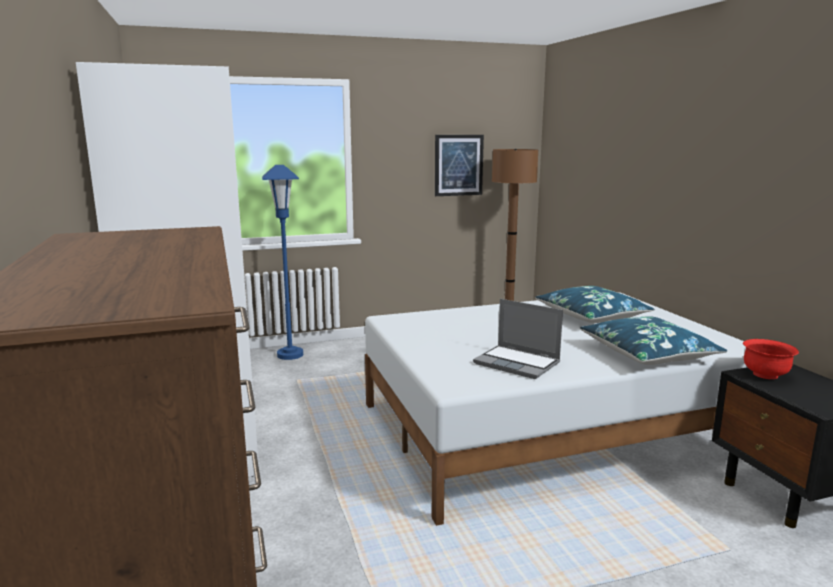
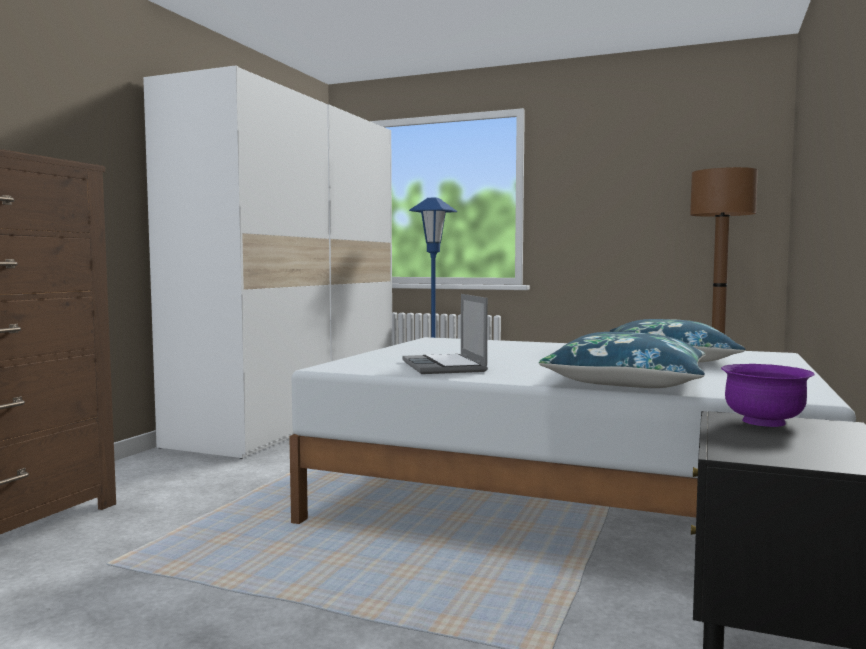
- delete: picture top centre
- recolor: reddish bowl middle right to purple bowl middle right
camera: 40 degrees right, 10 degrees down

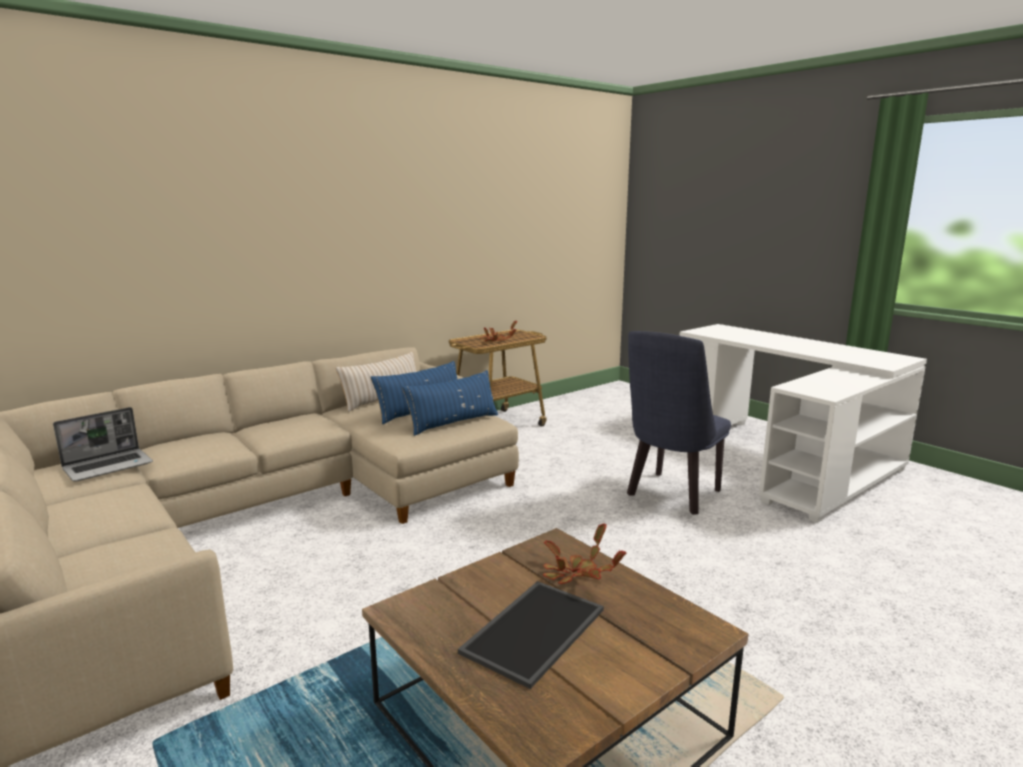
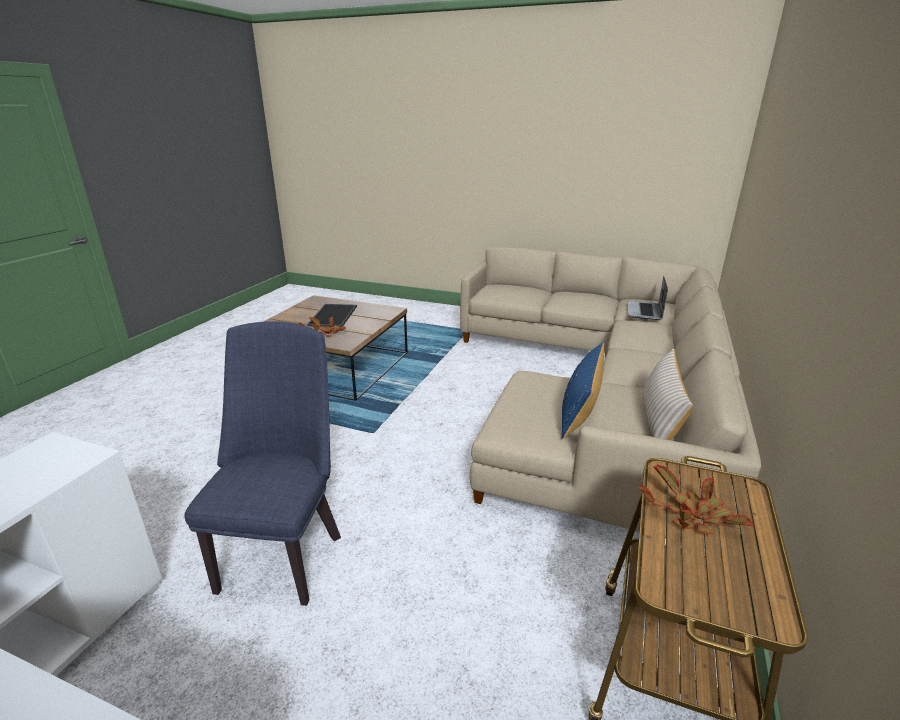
- delete: blue-coloured throw pillow (2nd from left) centre
camera: 150 degrees right, 10 degrees up

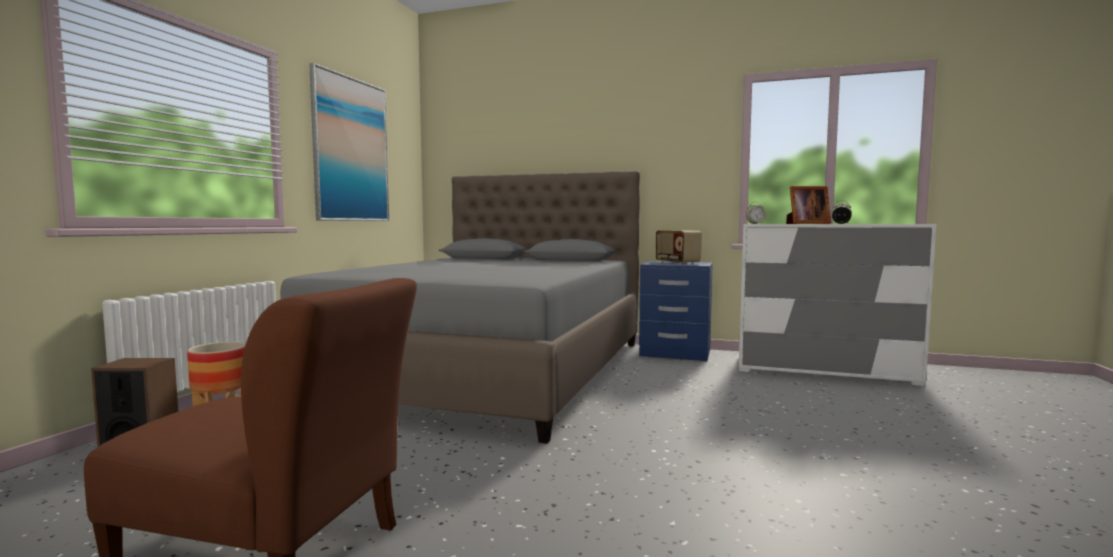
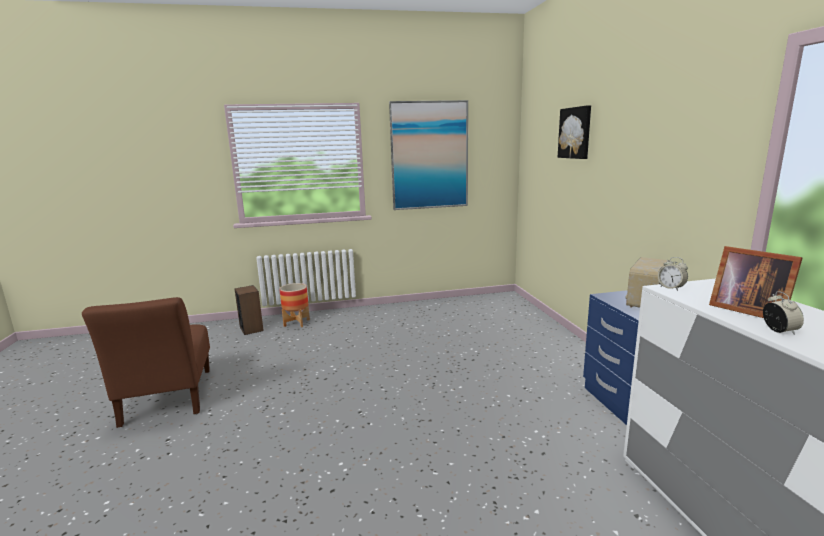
- delete: gray sleeping bed centre
- insert: picture (2nd from left) top right
camera: 60 degrees right, 10 degrees up

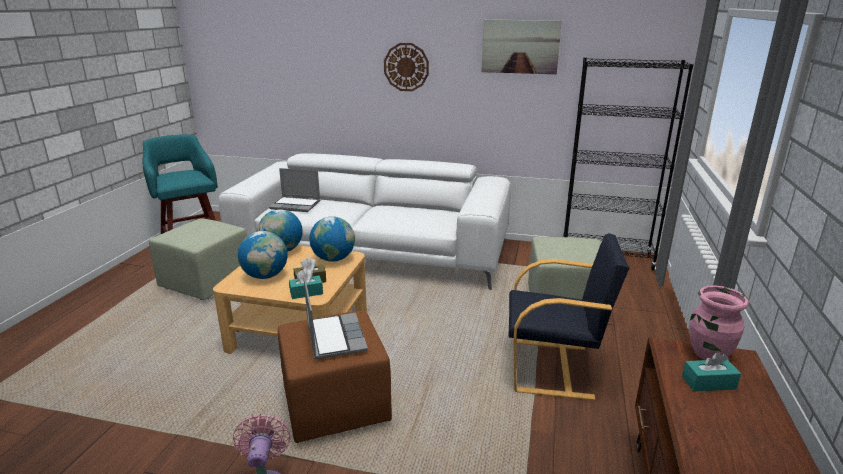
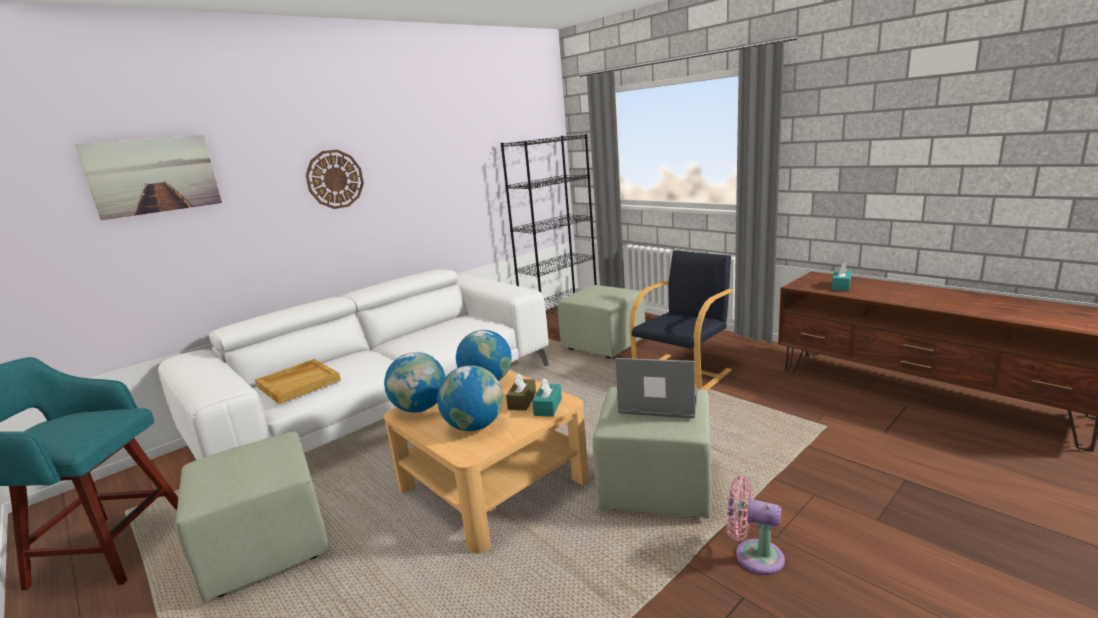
- replace: laptop (1st from left) centre to sand-coloured tray middle left
- recolor: brownish footrest bottom centre to green footrest (3rd from left) bottom centre
- move: picture top centre to top left
- delete: pinkish vase bottom right
camera: 55 degrees left, 5 degrees down

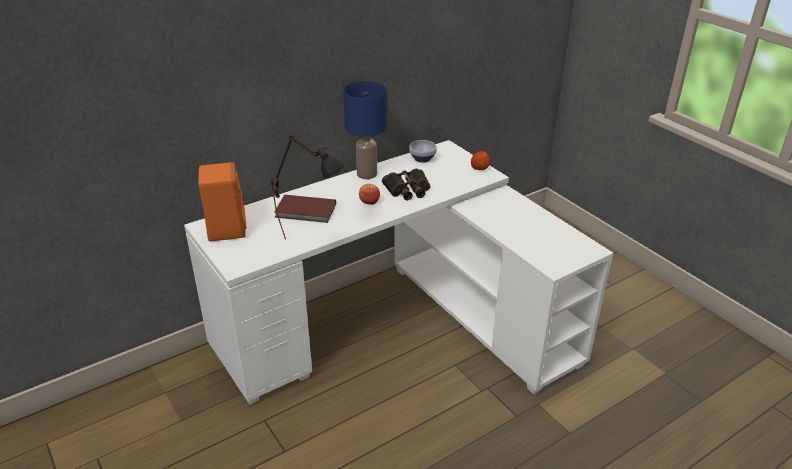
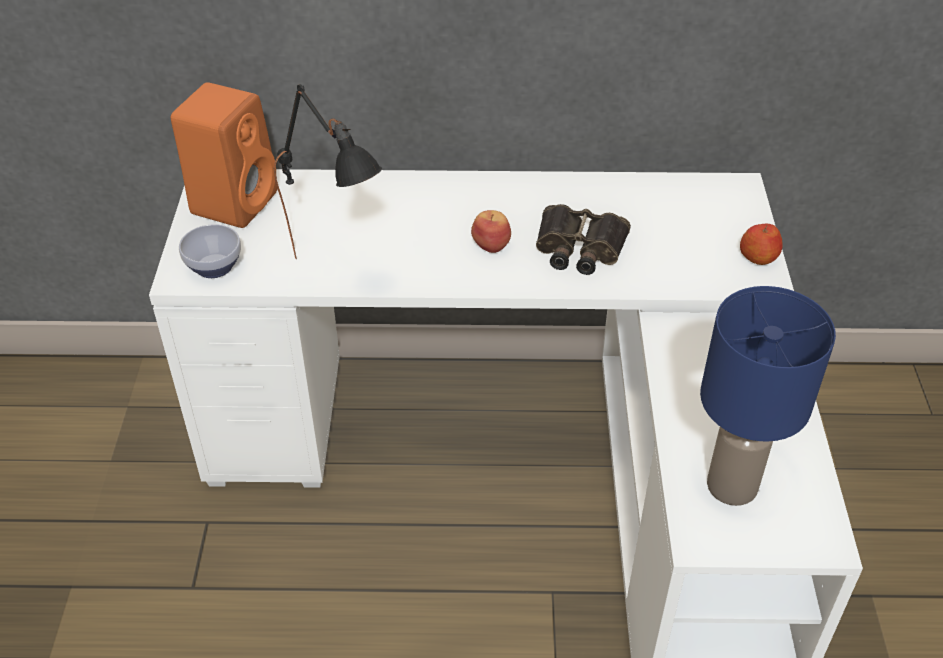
- delete: brownish book centre
- move: blue-coloured table lamp top centre to middle right
- move: bowl top centre to middle left
camera: 35 degrees right, 10 degrees up

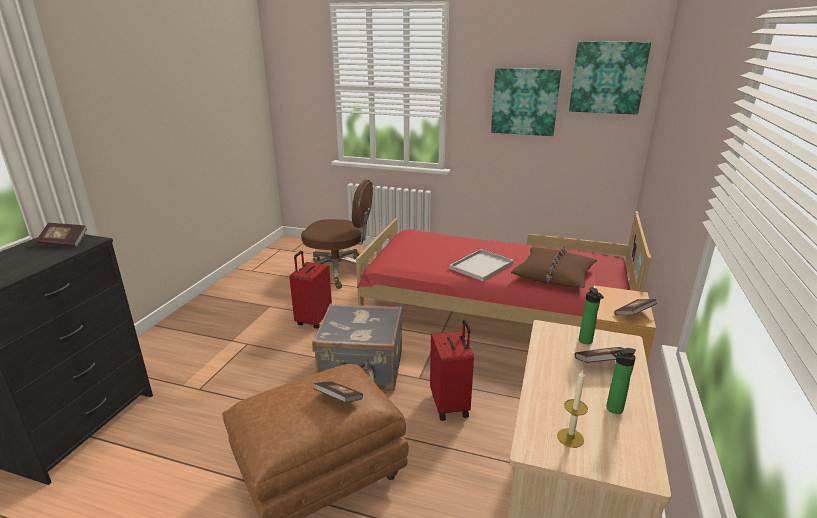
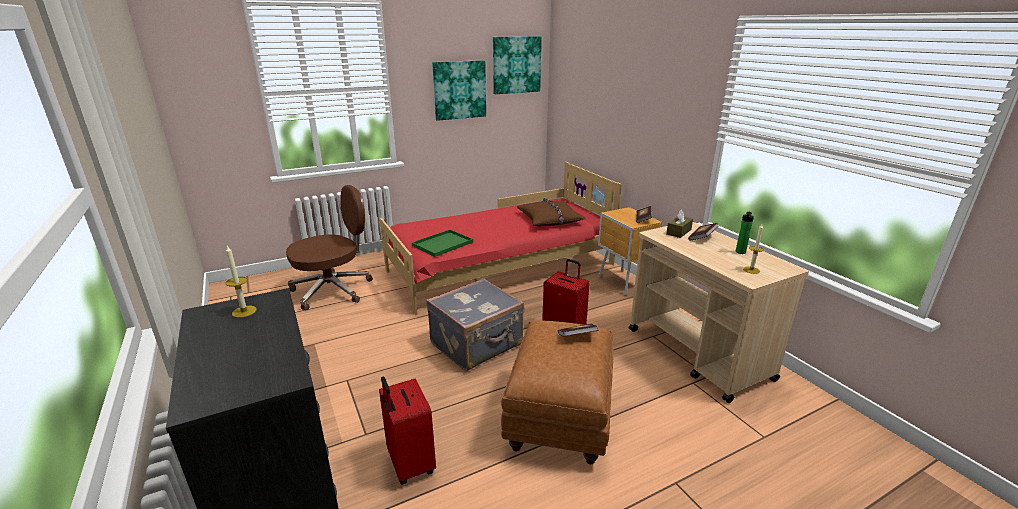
- replace: book (1st from left) middle left to wax light (1st from left) middle left
- move: reddish piece of luggage (1st from left) centre to bottom centre
- delete: white tray centre
- replace: drink bottle (1st from left) middle right to brownish tissue holder middle right
- insert: green tray centre
camera: 45 degrees left, 0 degrees up

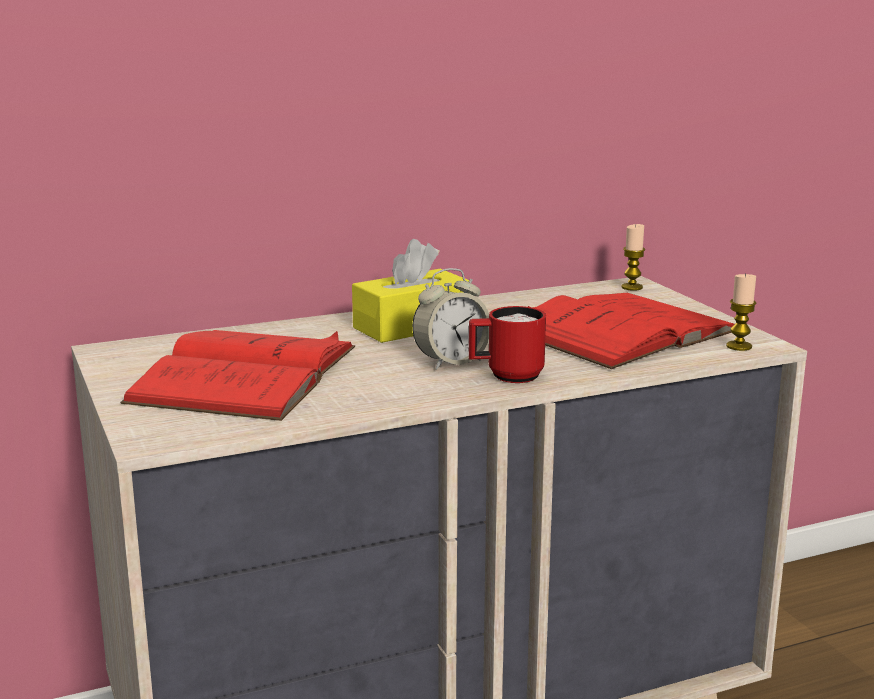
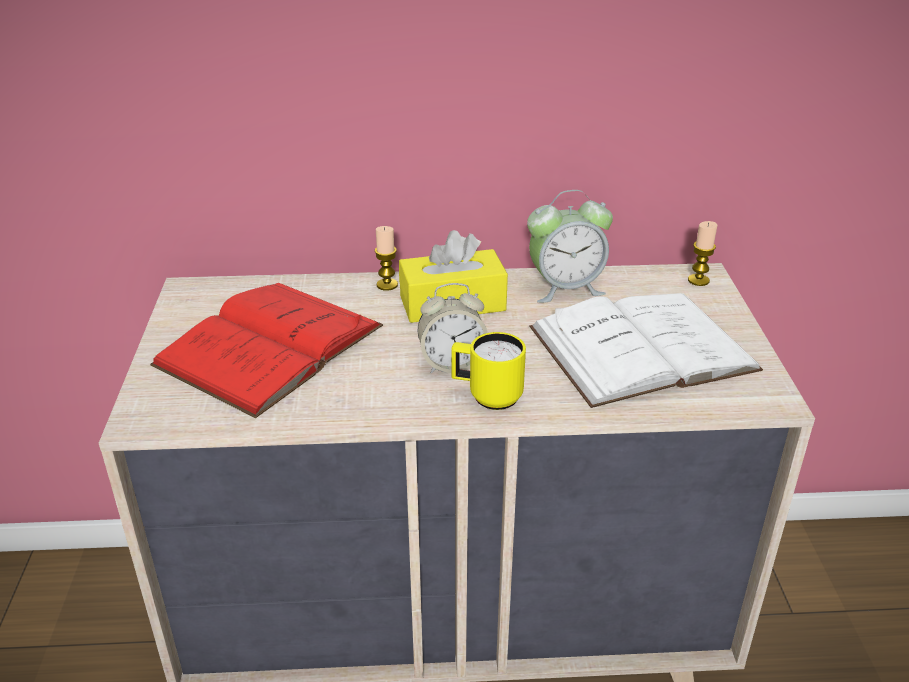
- recolor: reddish coffee mug centre to yellow coffee mug centre
- recolor: reddish book (2nd from left) middle right to white book middle right
- move: wax light (2nd from left in the first image) middle right to wax light (1st from left) centre
- insert: bedside clock (2nd from left) centre
camera: 20 degrees right, 15 degrees up

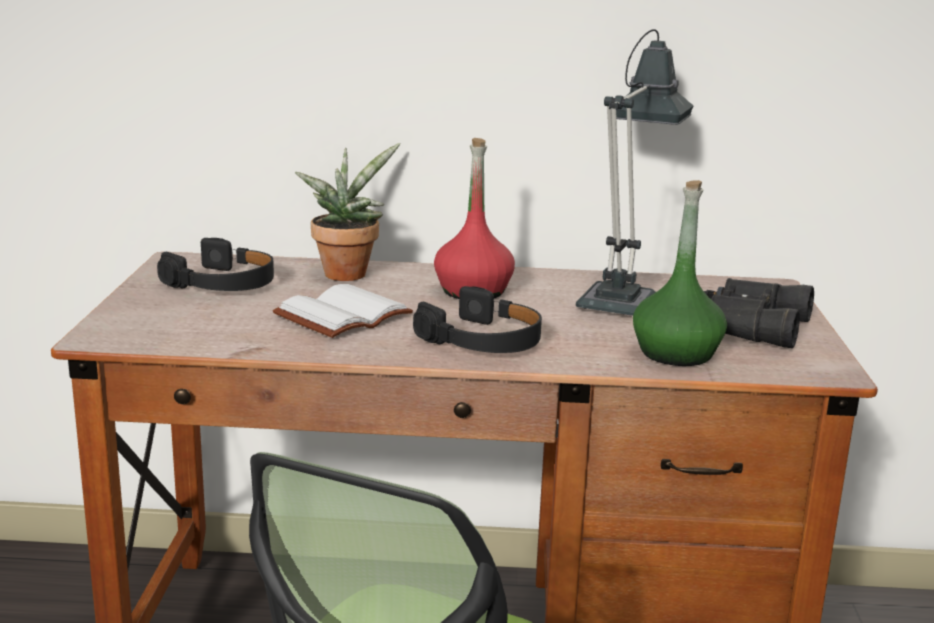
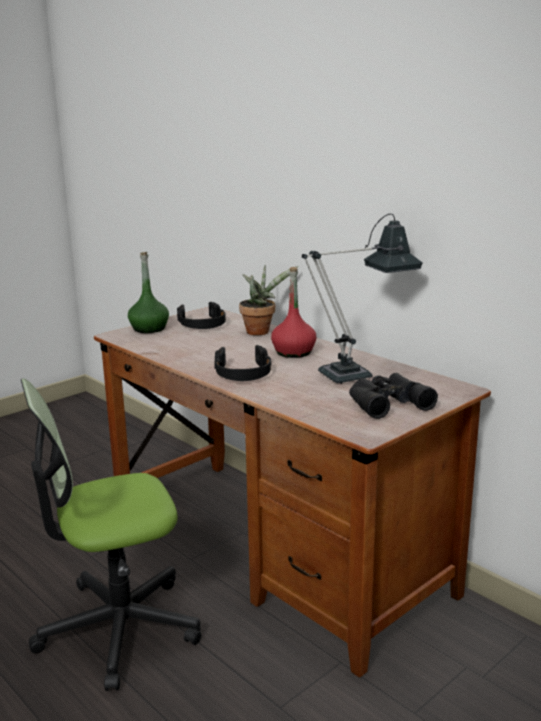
- delete: white book centre
- move: green drink bottle middle right to middle left
camera: 45 degrees right, 0 degrees up

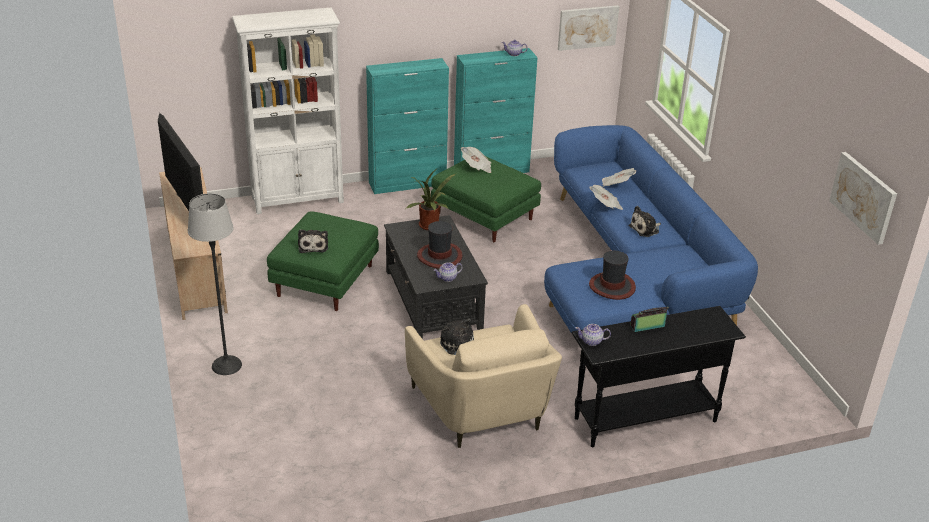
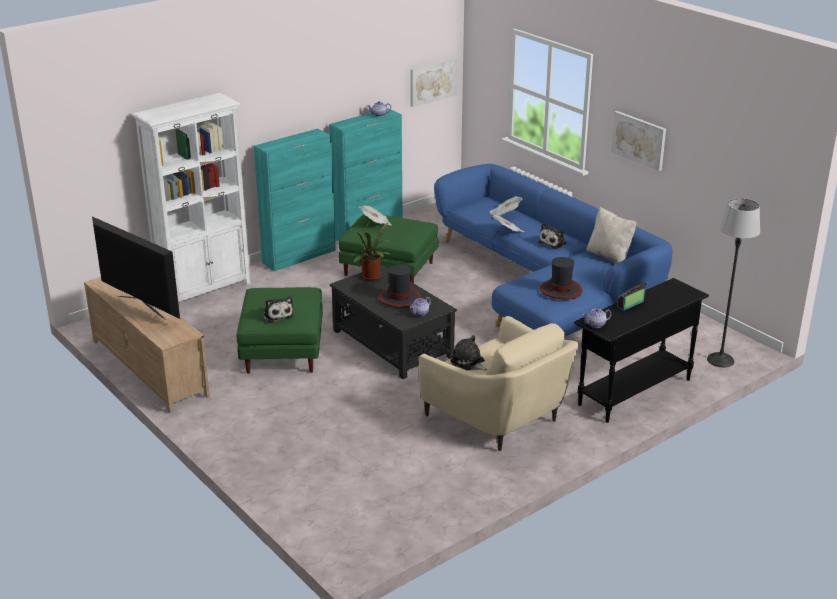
- move: standing lamp middle left to middle right
- move: picture (2nd from left) middle right to top right
- insert: sand-coloured throw pillow middle right
camera: 20 degrees left, 5 degrees down

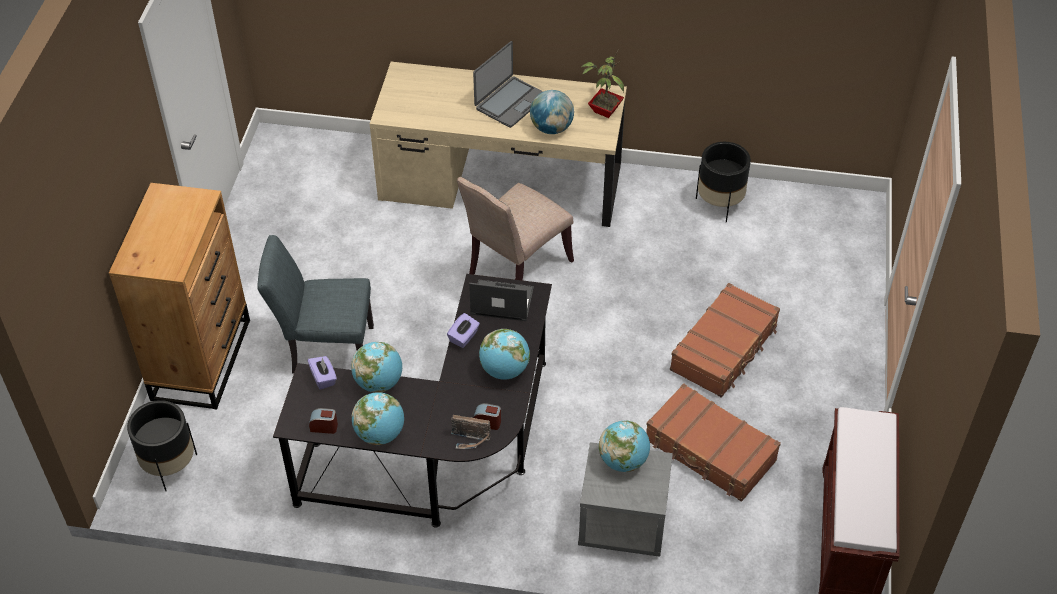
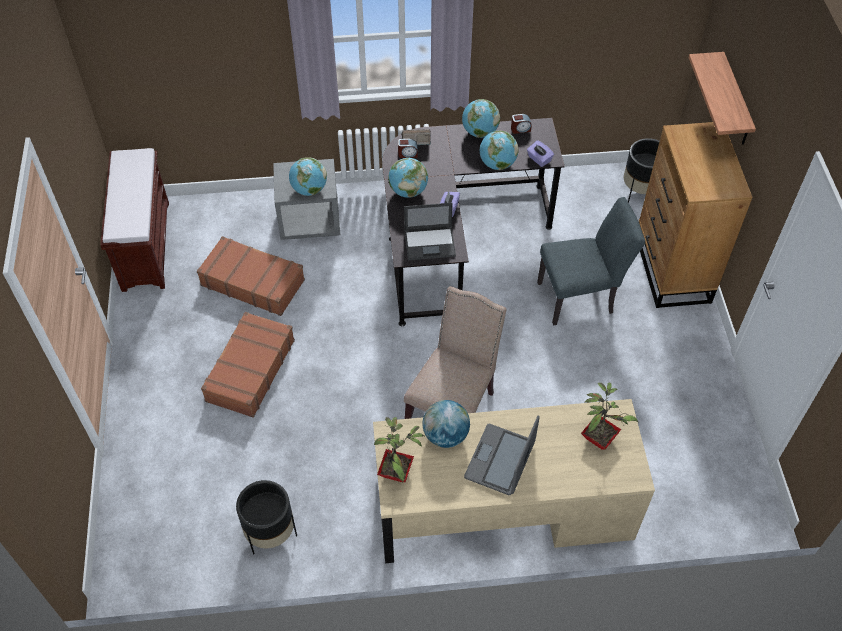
- insert: potted plant (2nd from left) middle right
- insert: wall shelf top right
camera: 165 degrees right, 5 degrees up

